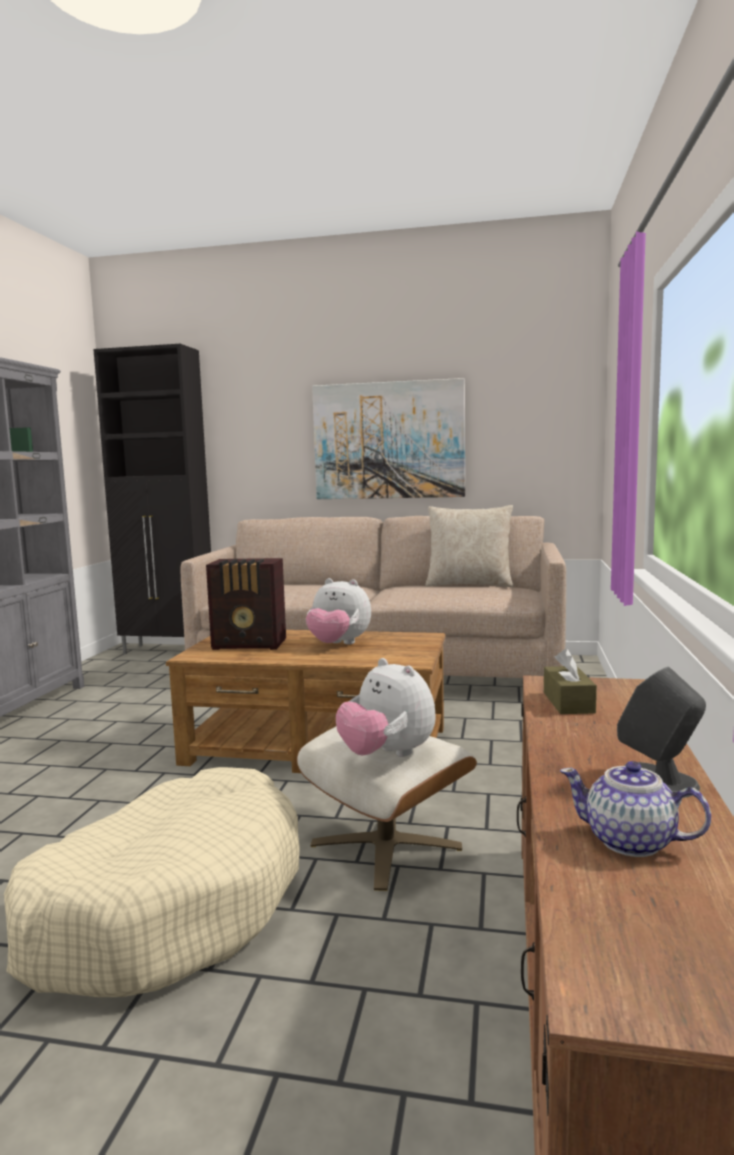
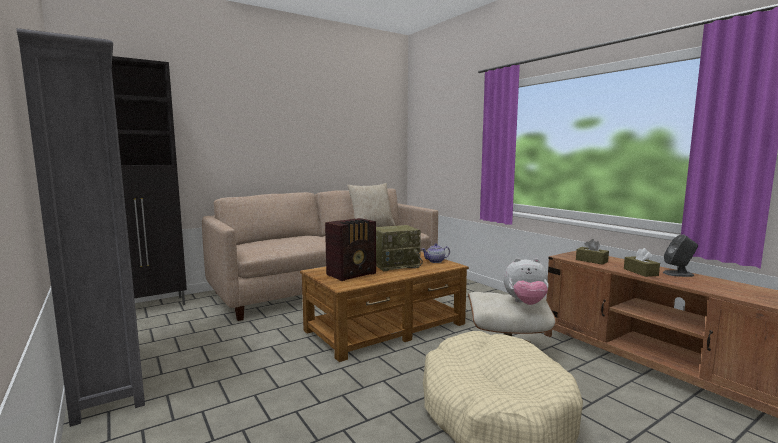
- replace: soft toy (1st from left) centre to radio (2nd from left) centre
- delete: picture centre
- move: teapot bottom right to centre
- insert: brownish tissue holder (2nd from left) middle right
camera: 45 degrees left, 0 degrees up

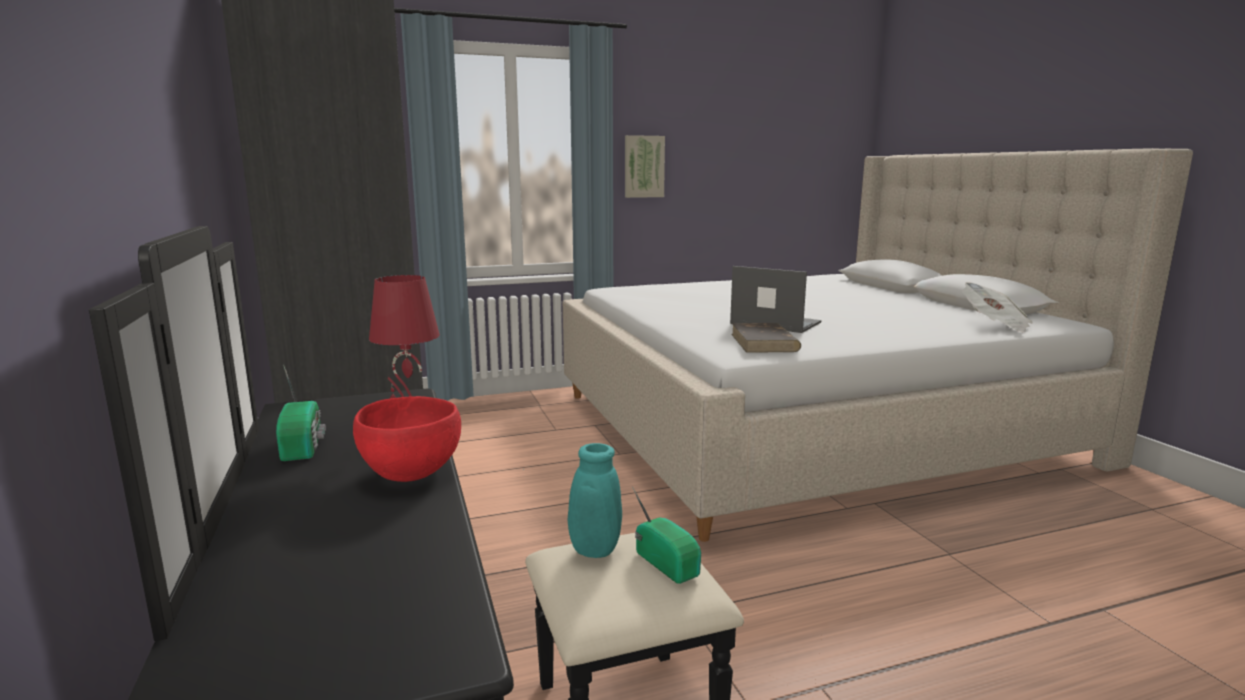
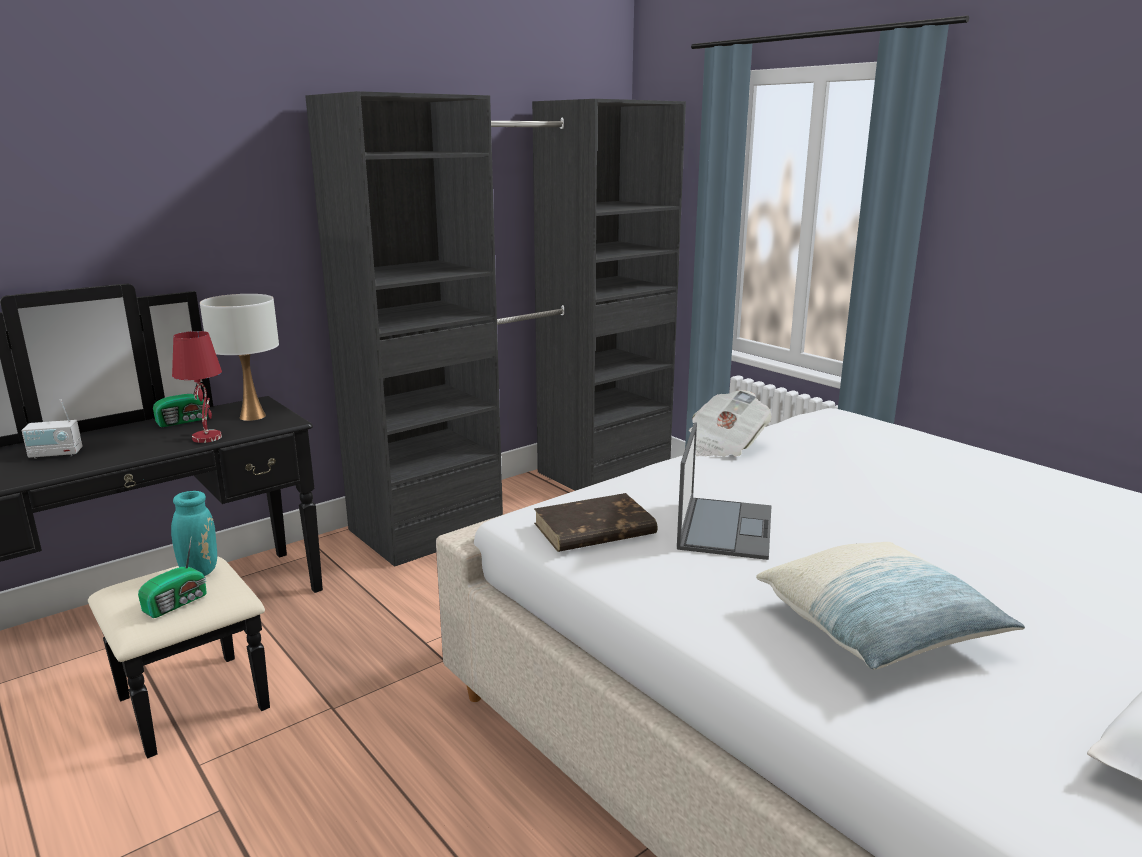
- delete: reddish bowl middle left
- delete: picture top centre
- move: daily paper middle right to centre
- insert: radio (1st from left) middle left
- insert: white table lamp middle left
- insert: throw pillow bottom right
camera: 70 degrees right, 5 degrees up

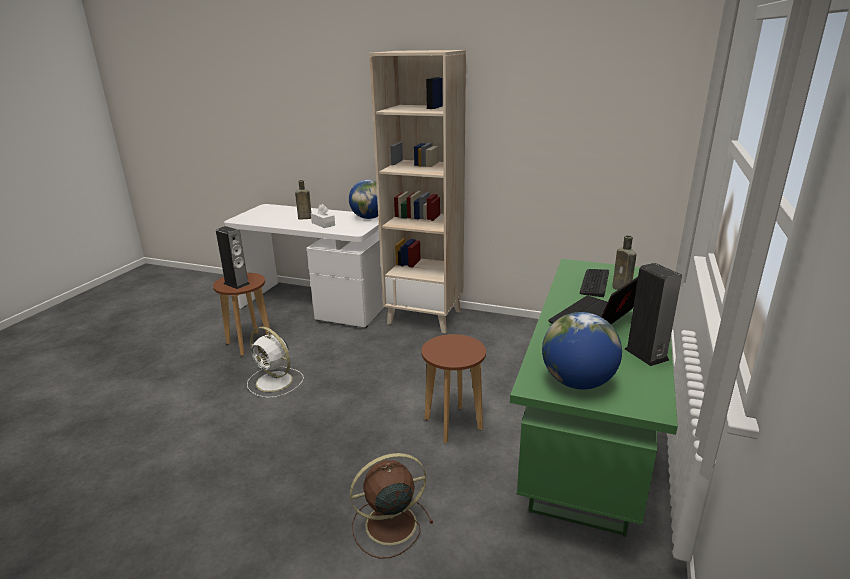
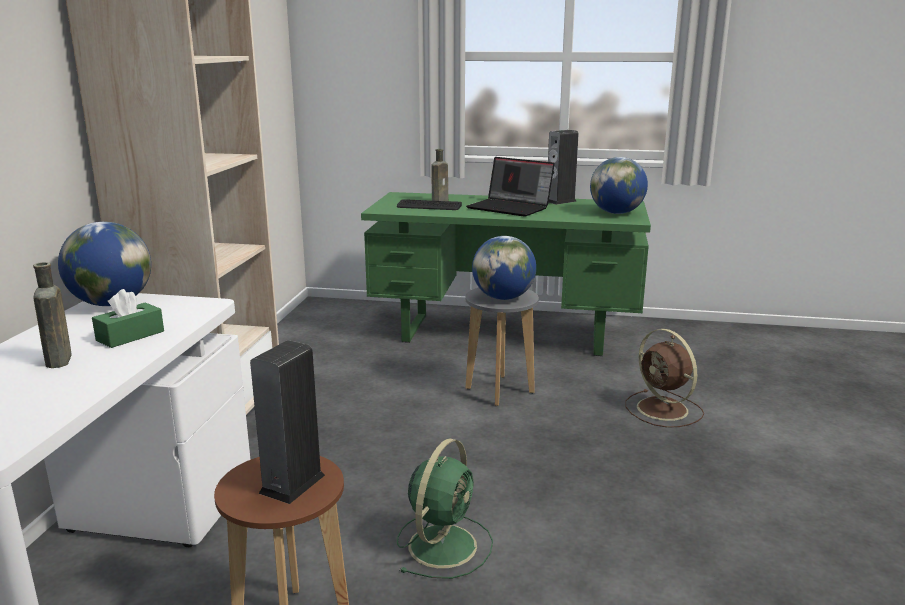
- recolor: white electric fan middle left to green electric fan bottom centre
- recolor: white tissue holder centre to green tissue holder middle left
- recolor: brownish stool seat (2nd from left) bottom centre to gray stool seat centre
- insert: globe (2nd from left) centre
camera: 100 degrees left, 5 degrees down

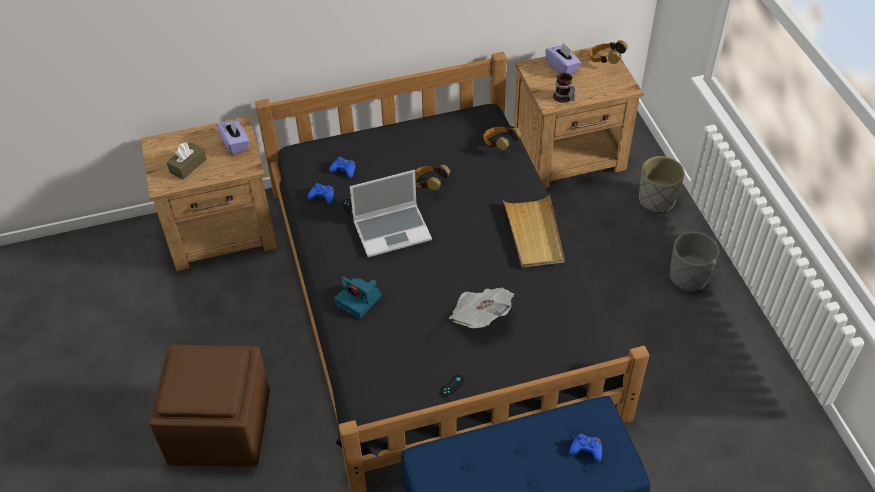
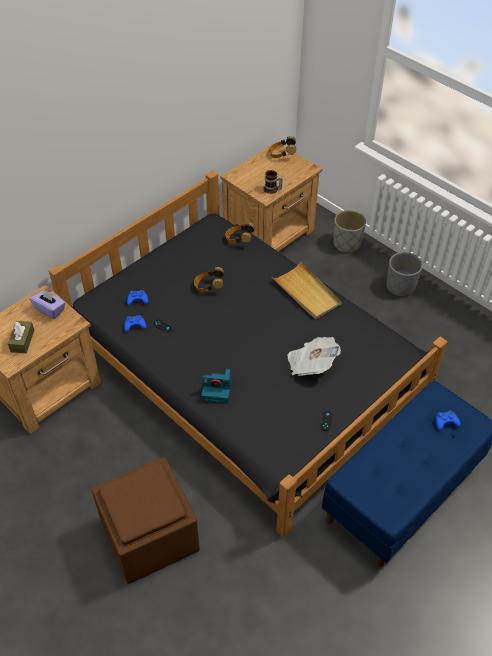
- delete: laptop centre
- delete: purple tissue holder (2nd from left) top centre
camera: 30 degrees left, 0 degrees up

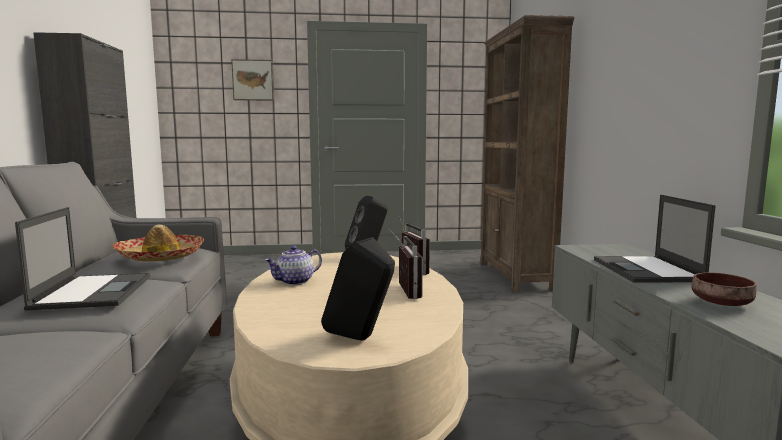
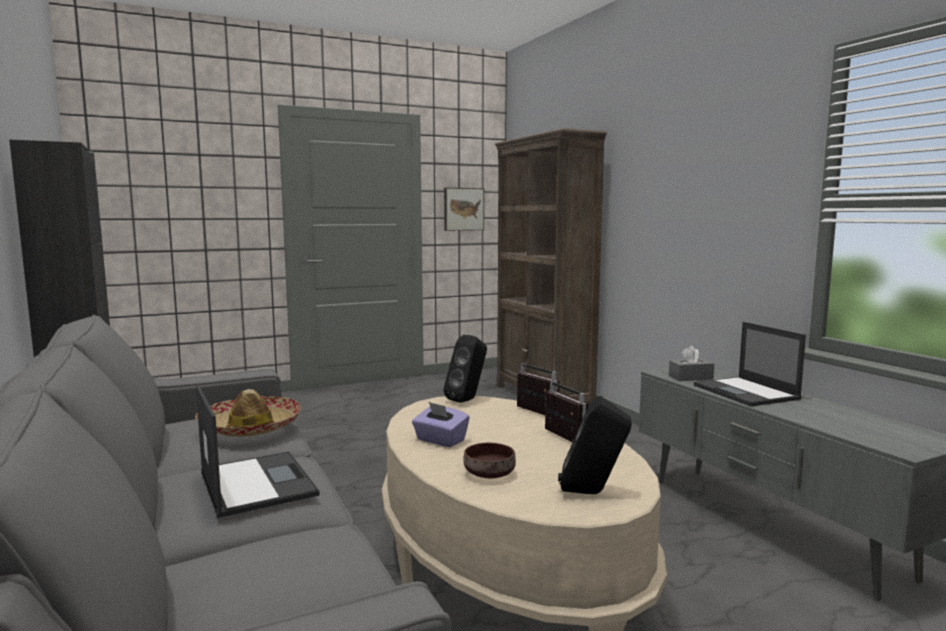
- move: picture top left to top centre
- replace: teapot centre to purple tissue holder bottom centre
- move: brownish bowl middle right to bottom centre
- insert: gray tissue holder middle right
camera: 20 degrees left, 0 degrees up

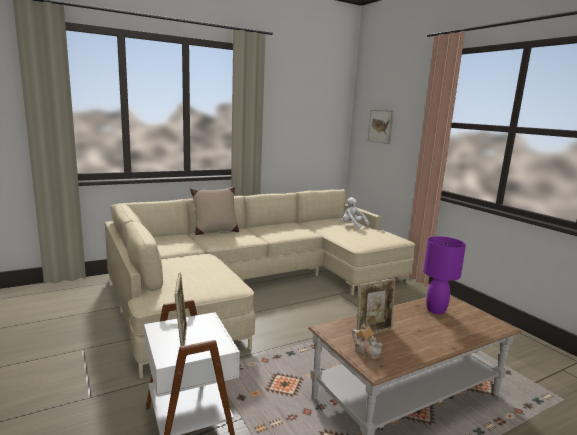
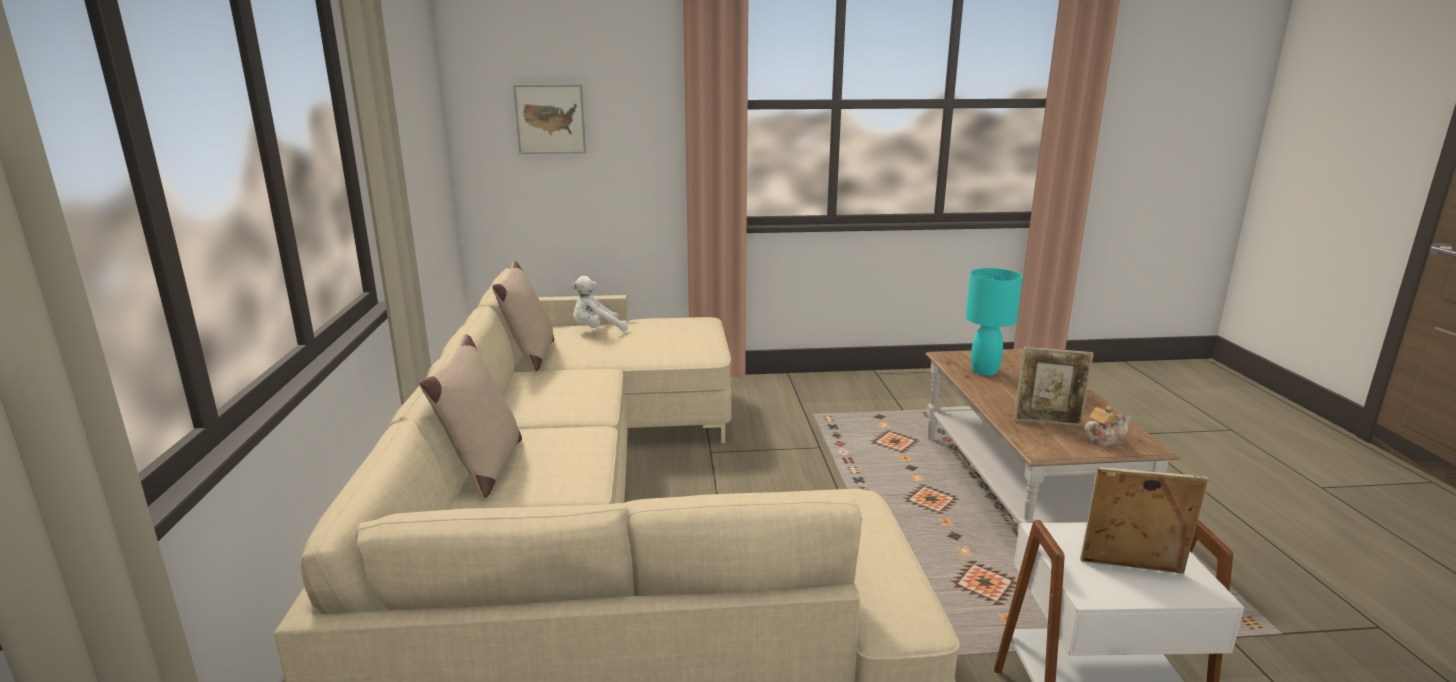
- rotate: standing frame (2nd from left in the first image) bottom centre = middle right 105 degrees clockwise
- recolor: purple table lamp middle right to turquoise table lamp middle right
- insert: sand-coloured throw pillow (2nd from left) centre
camera: 65 degrees left, 5 degrees up

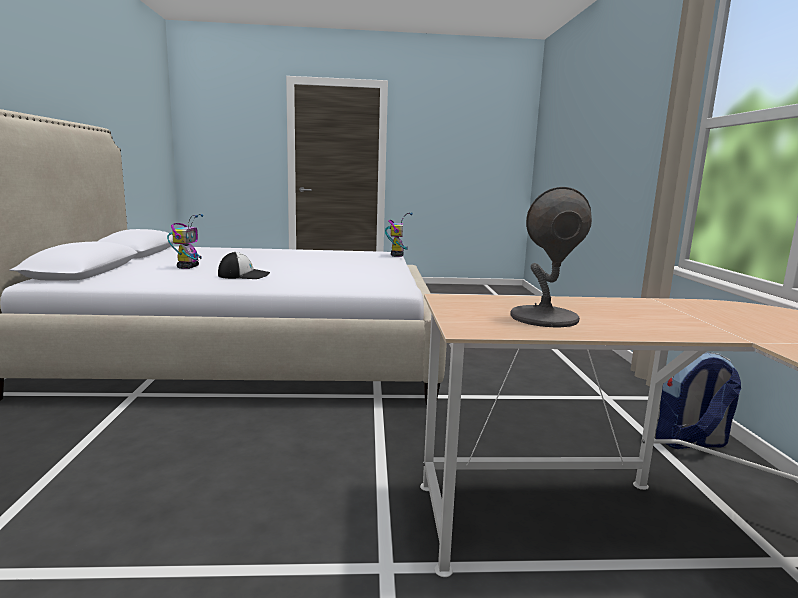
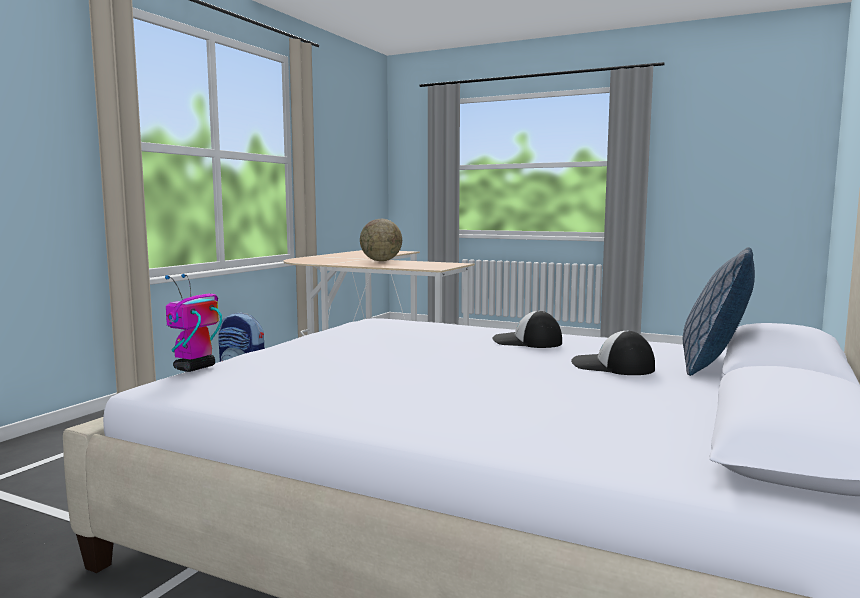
- replace: toy robot (1st from left) middle left to peaked cap (2nd from left) middle right
- delete: gray table lamp middle right
- insert: globe centre
- insert: throw pillow middle right
camera: 150 degrees left, 5 degrees down

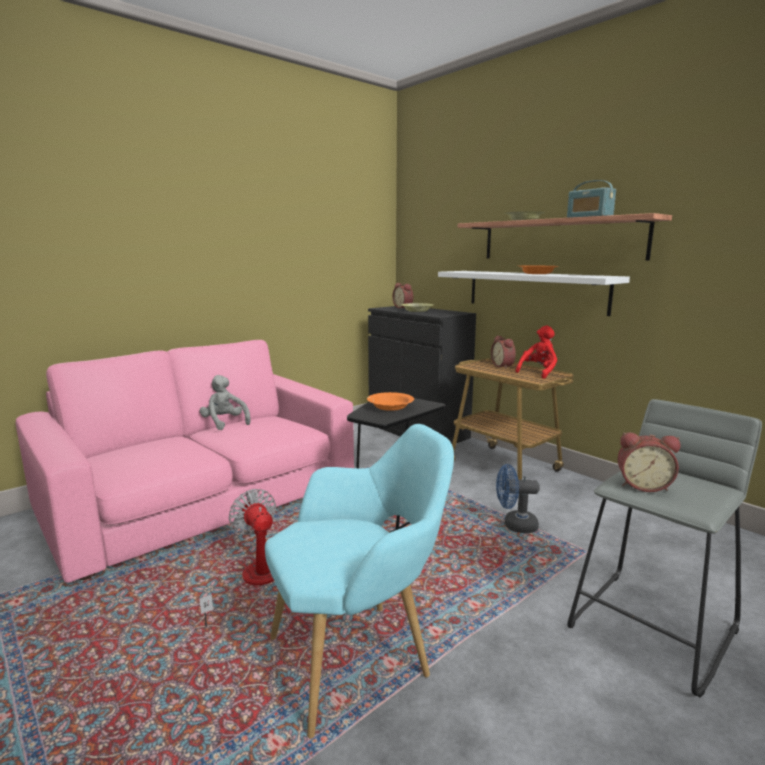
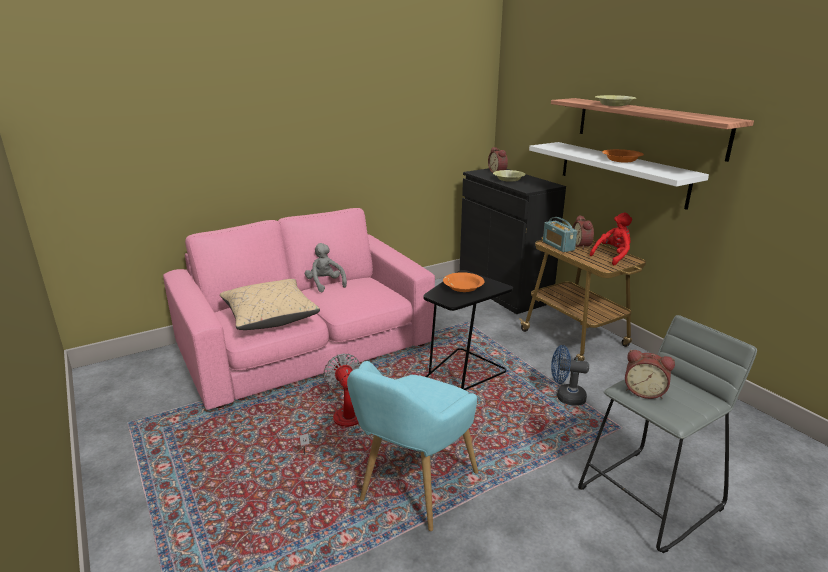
- rotate: turquoise armchair bottom centre = bottom centre 135 degrees clockwise
- move: radio top right to middle right
- insert: sand-coloured throw pillow middle left
camera: 10 degrees right, 10 degrees up

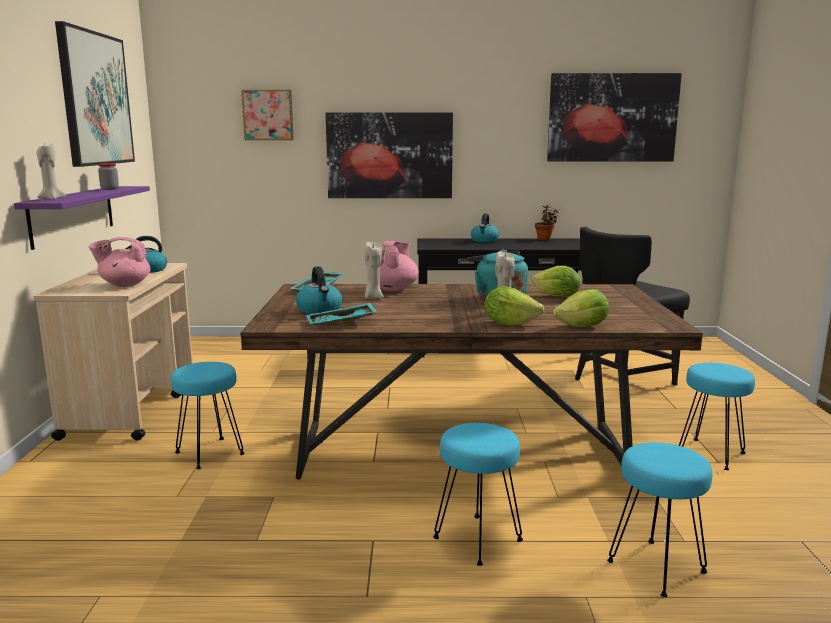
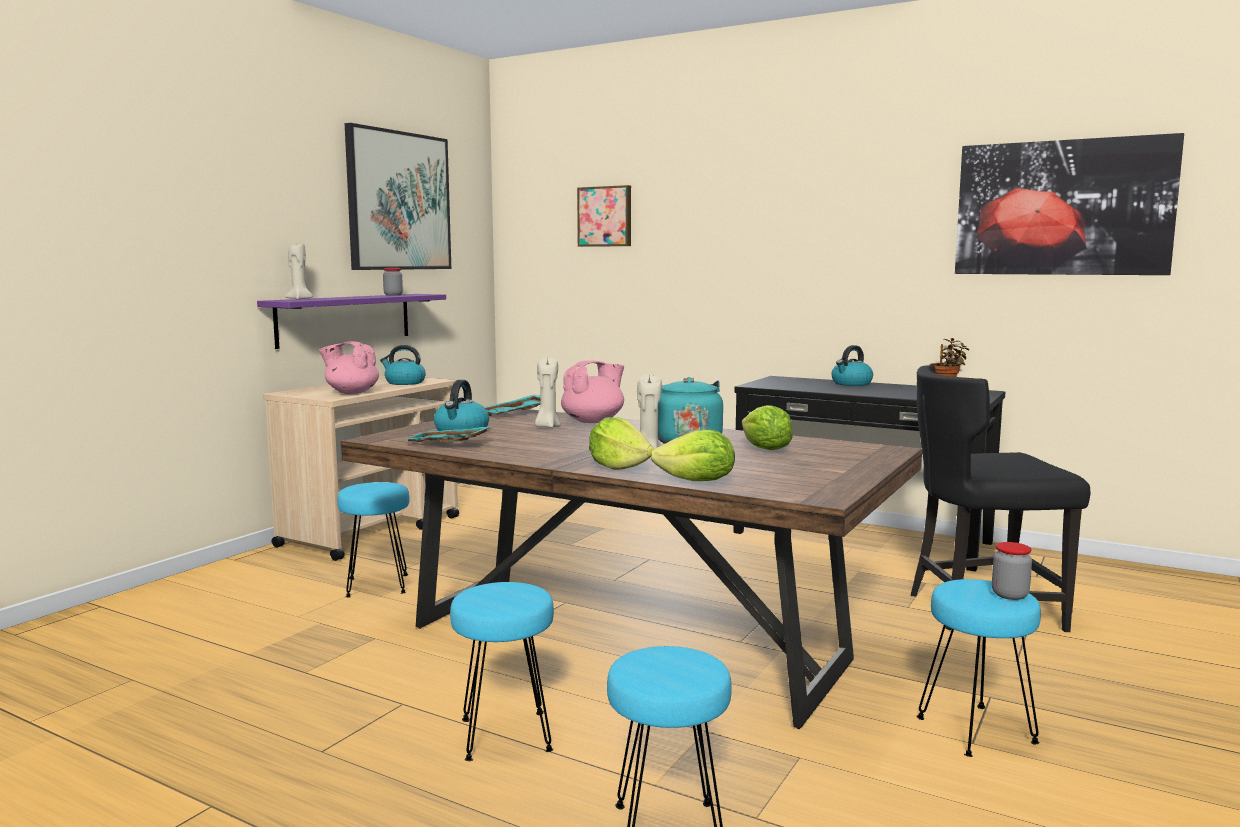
- delete: picture (3rd from left) top centre
- insert: preserve jar (2nd from left) bottom right
camera: 30 degrees right, 5 degrees down

